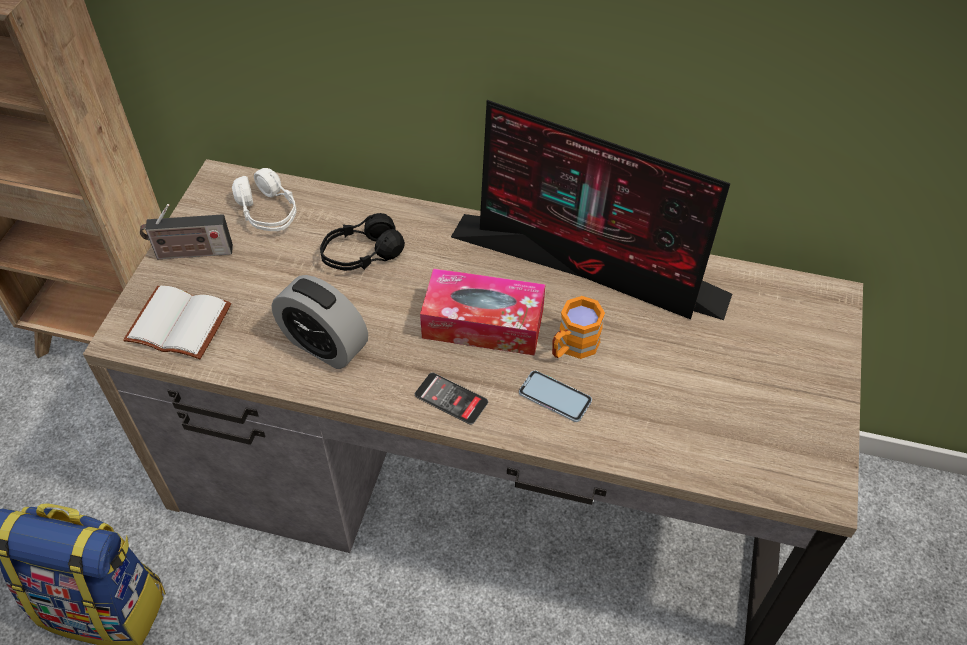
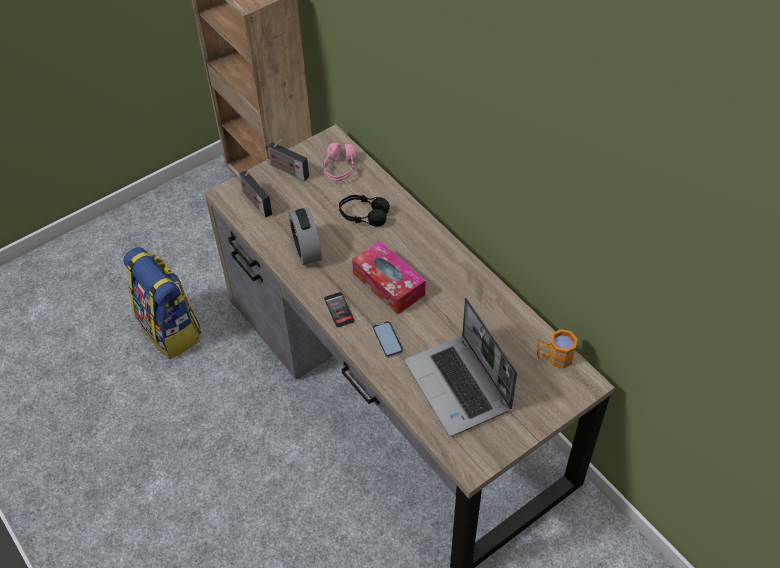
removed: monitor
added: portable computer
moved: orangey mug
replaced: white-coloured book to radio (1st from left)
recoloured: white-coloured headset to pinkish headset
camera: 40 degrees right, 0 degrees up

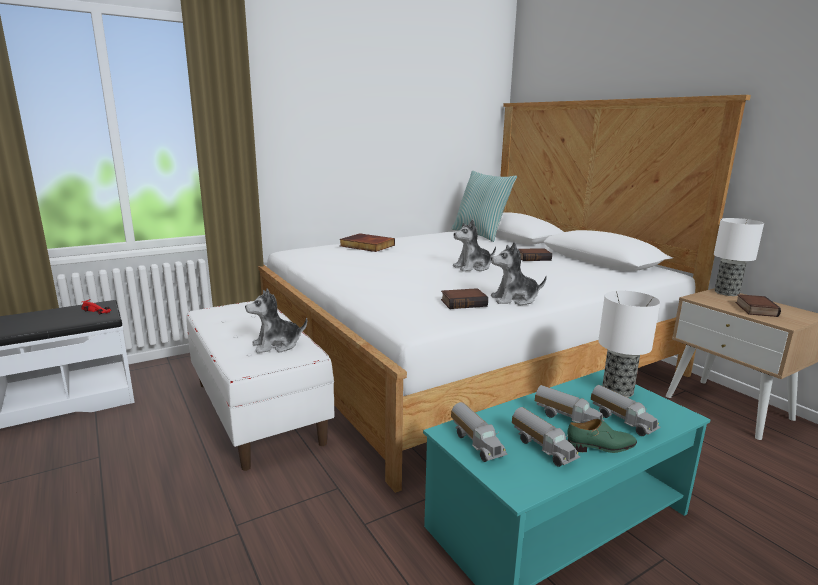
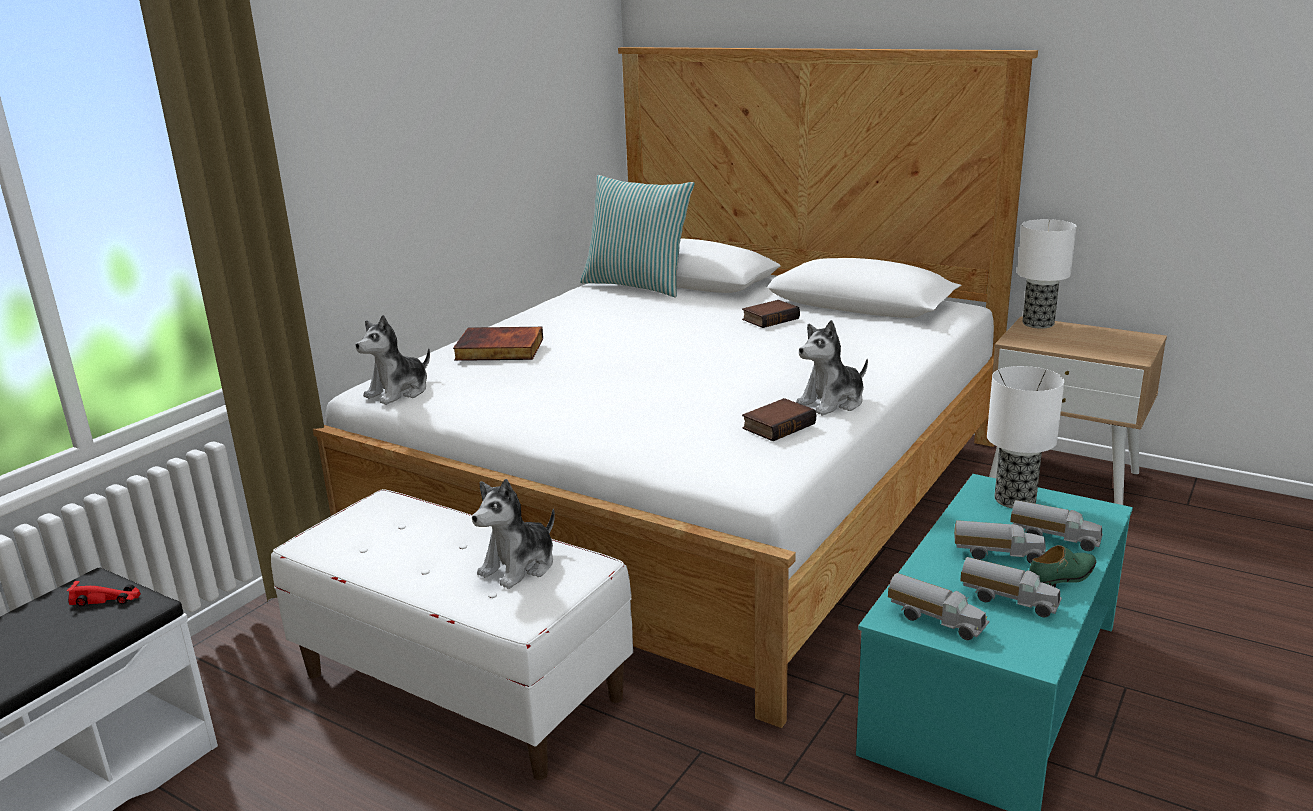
removed: book (4th from left)
moved: cuddly toy (2nd from left in the first image) to cuddly toy (1st from left)
camera: 25 degrees left, 5 degrees up

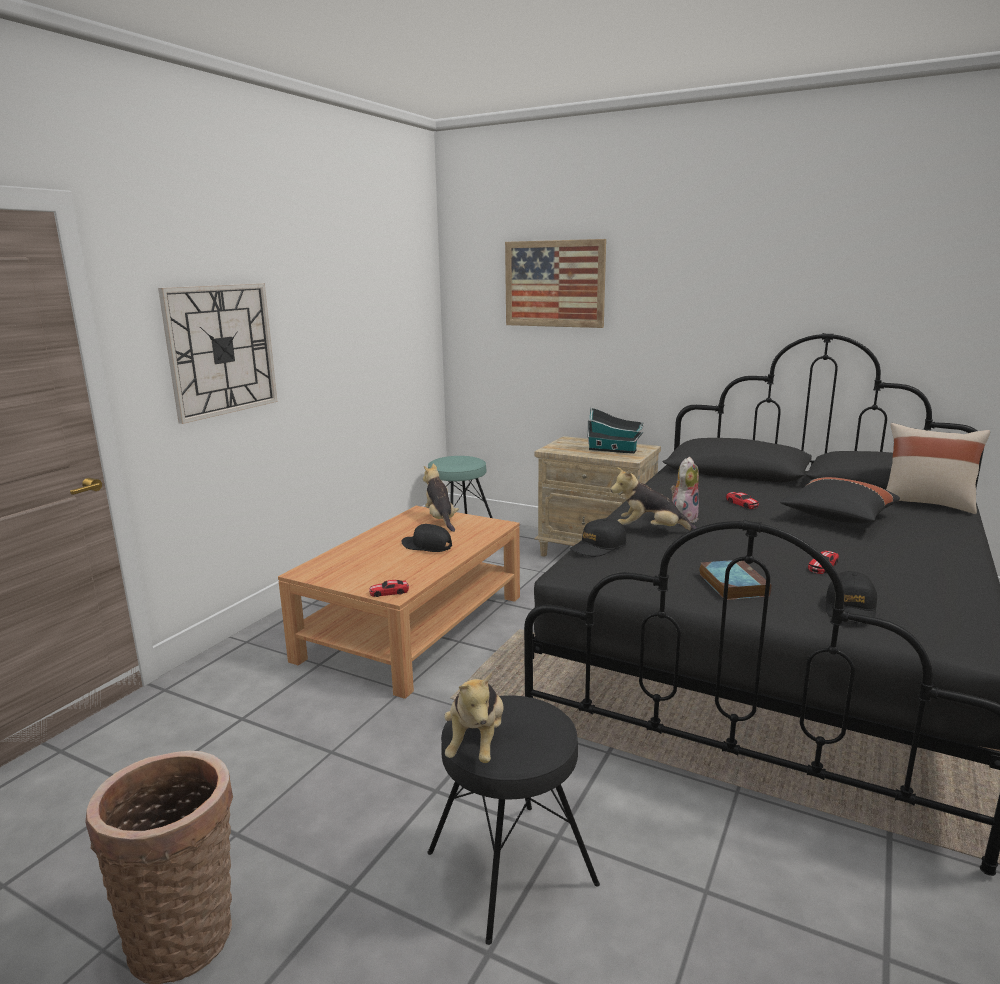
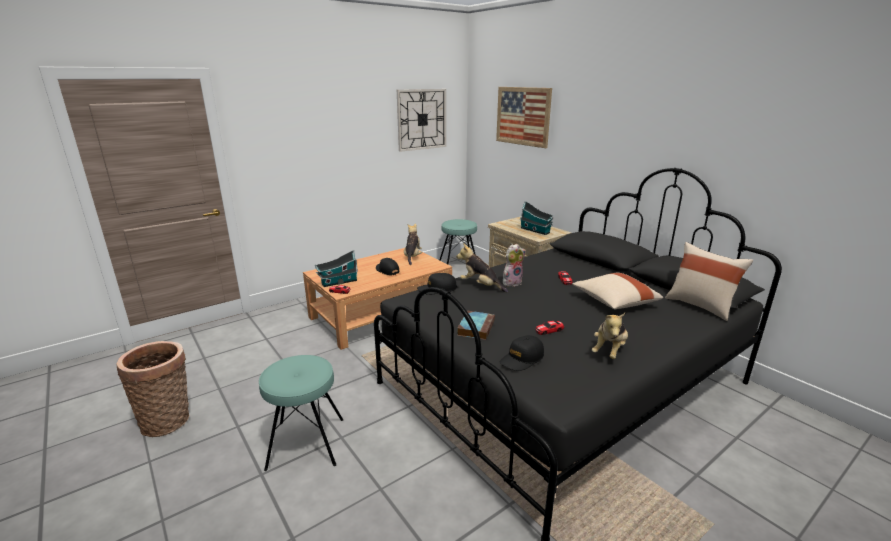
added: toy house (1st from left)
moved: hanging clock; cuddly toy (2nd from left in the first image) to cuddly toy (4th from left)
recoloured: blackish stool to turquoise-coloured stool (1st from left); blackish cushion to sand-coloured cushion (1st from left)
camera: 25 degrees right, 5 degrees up

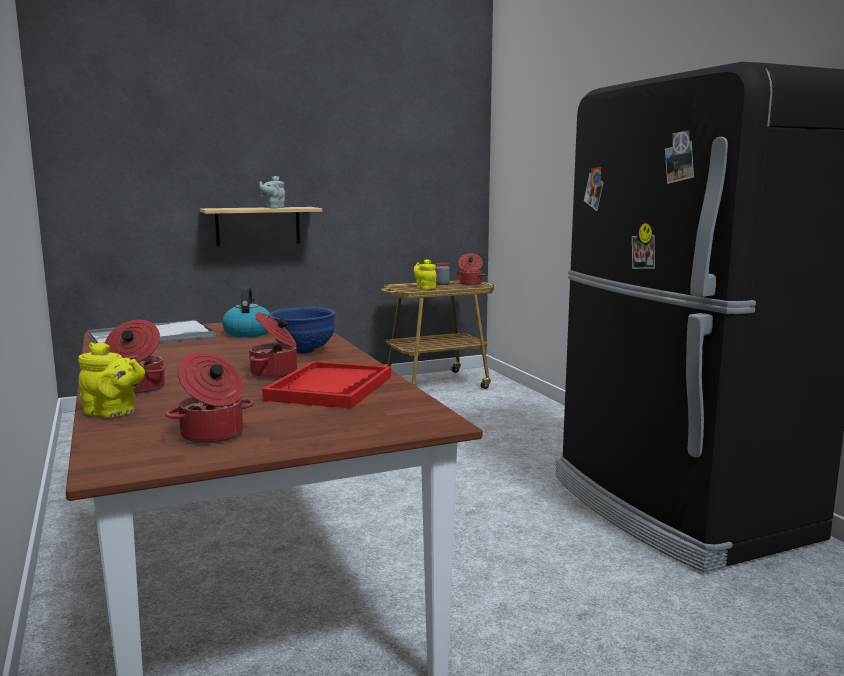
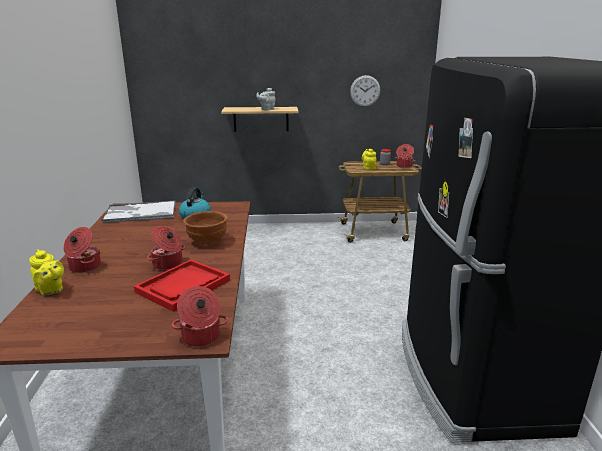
added: hanging clock
moved: saucepot (2nd from left in the first image) to saucepot (3rd from left)
recoloured: blue-coloured serving bowl to brown serving bowl
camera: 20 degrees right, 10 degrees up

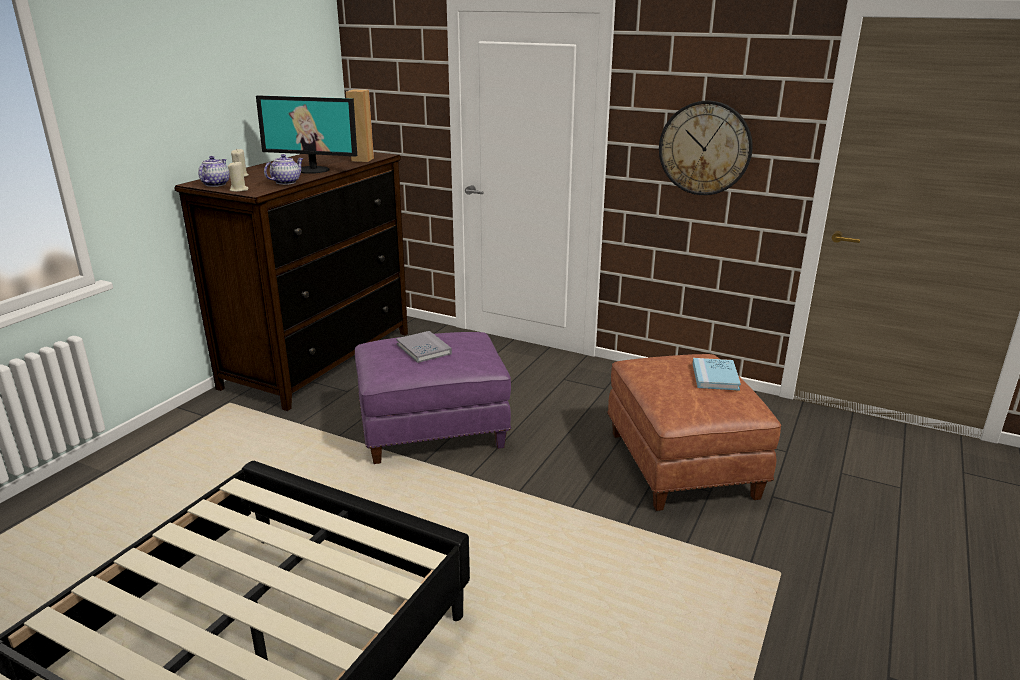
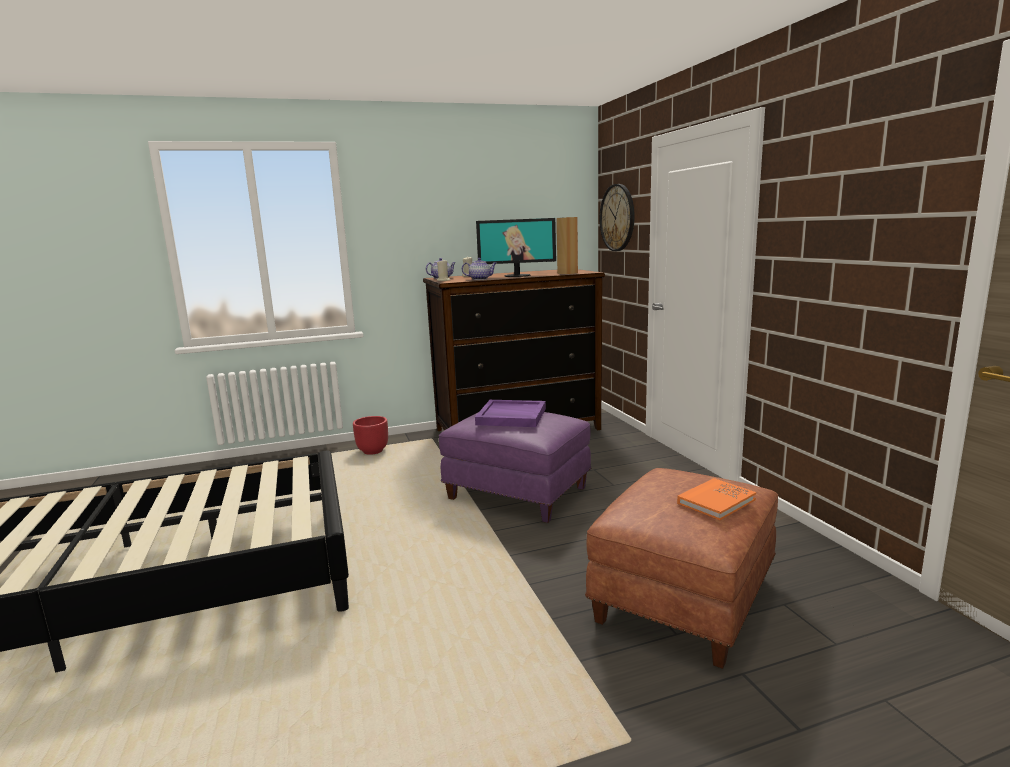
added: red planter
moved: hanging clock
replaced: greyish book to purplish carrying tray
recoloured: blue-coloured book to orangey book
turned: monitor 60 degrees counterclockwise
camera: 45 degrees right, 10 degrees down

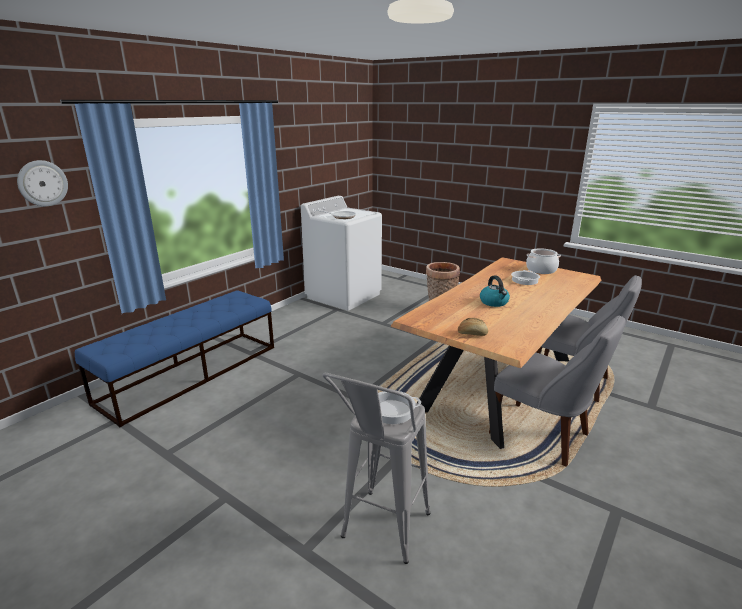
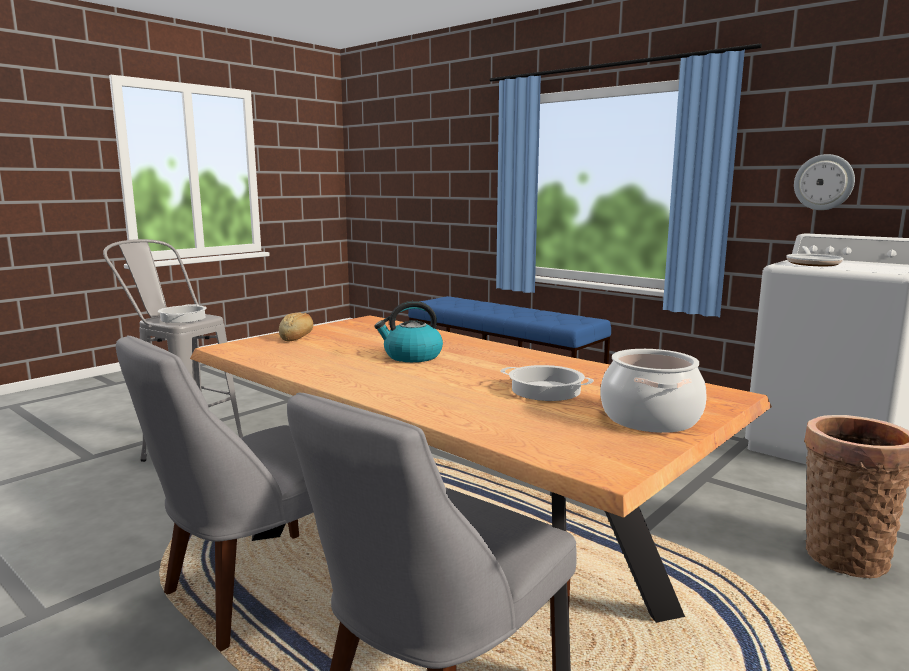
moved: hanging clock
camera: 95 degrees right, 10 degrees down

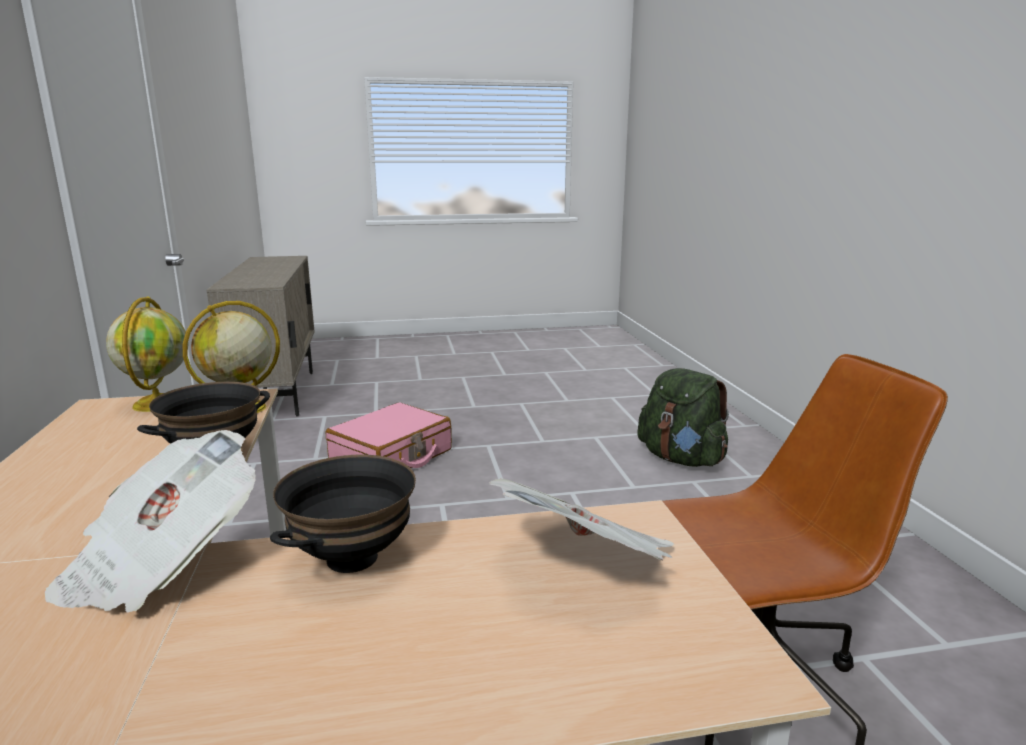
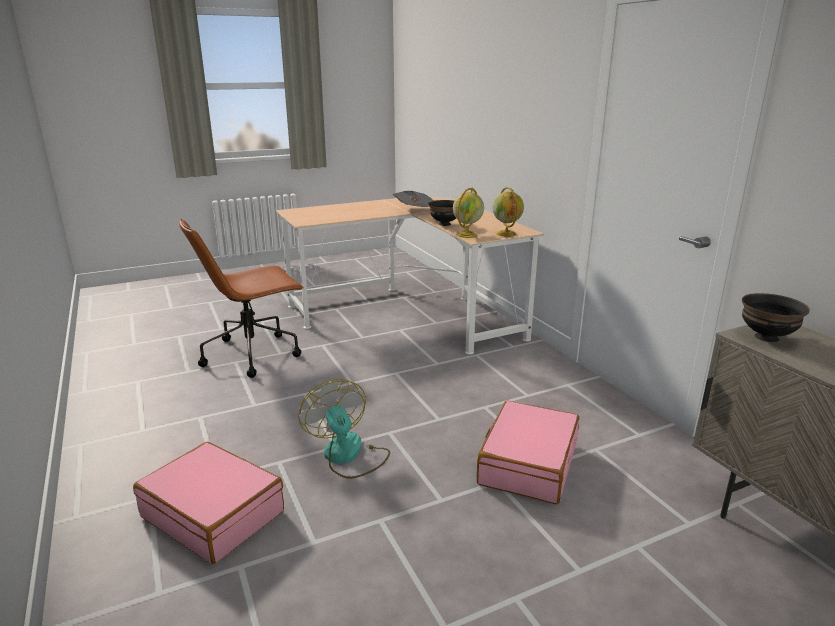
removed: printed paper (2nd from left)
added: cooling fan
moved: blackish serving bowl (2nd from left)
replaced: greenish backpack to pinkish suitcase (1st from left)
camera: 165 degrees right, 5 degrees up

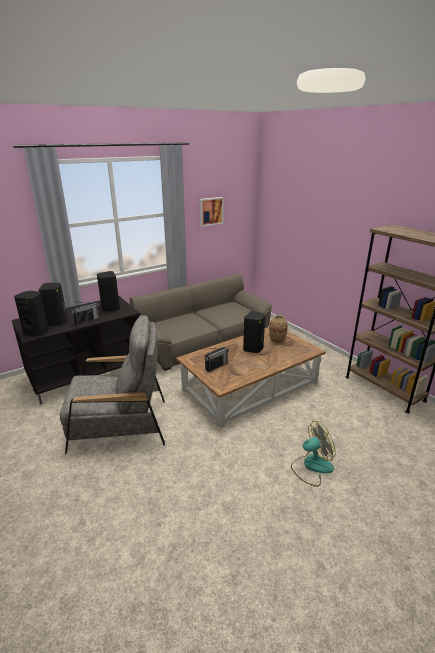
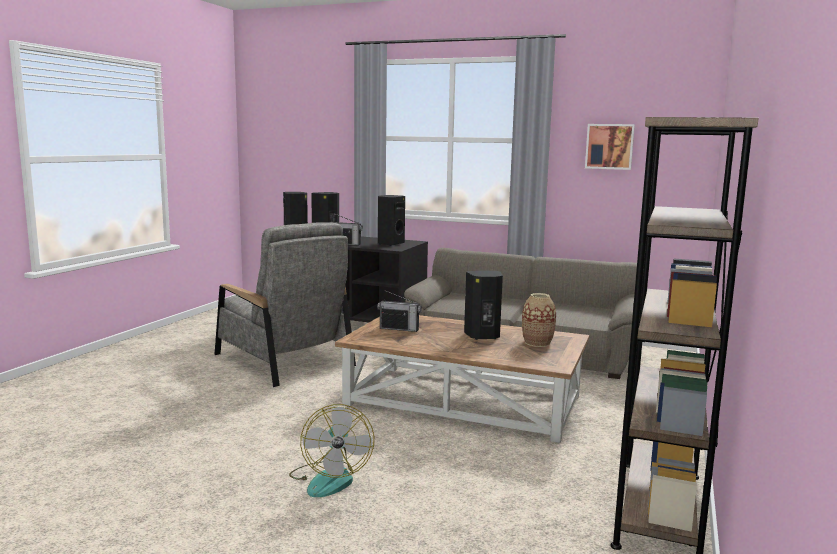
turned: cooling fan 45 degrees clockwise
camera: 55 degrees right, 15 degrees down

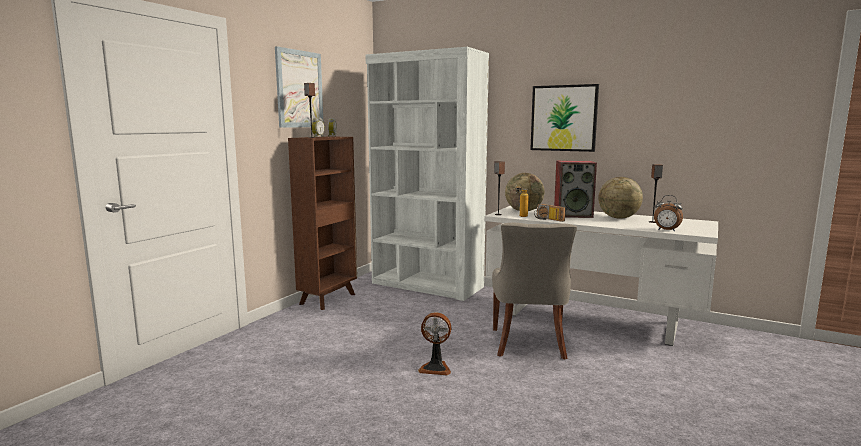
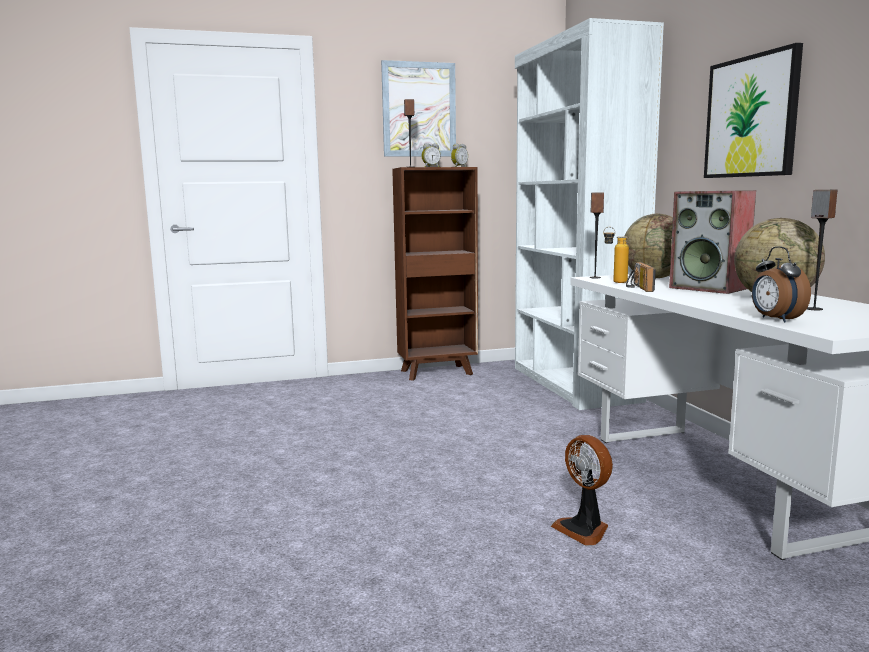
removed: greyish plain chair
moved: cooling fan
camera: 45 degrees right, 0 degrees up

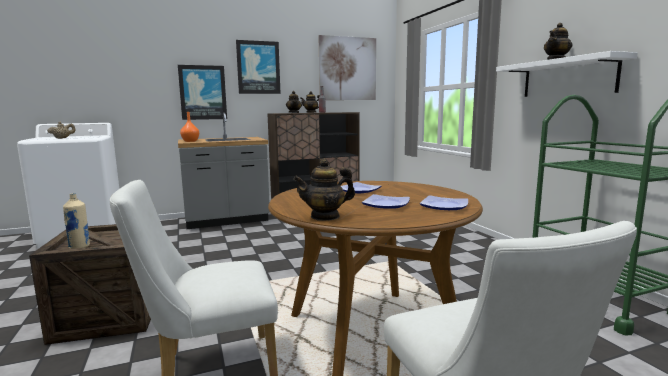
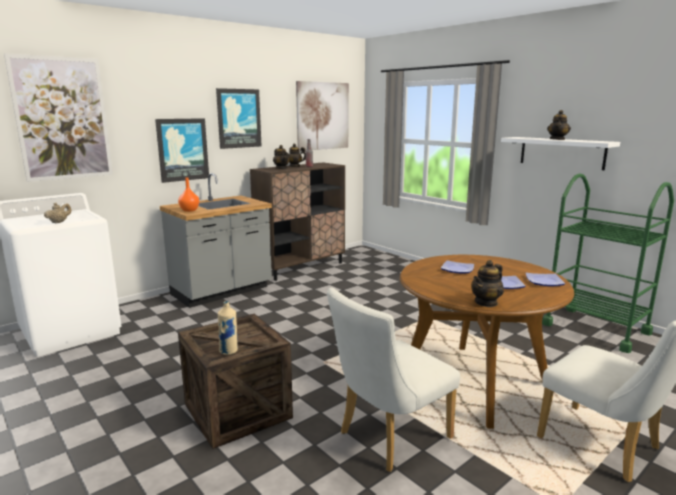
added: picture (1st from left)
camera: 20 degrees left, 5 degrees up

